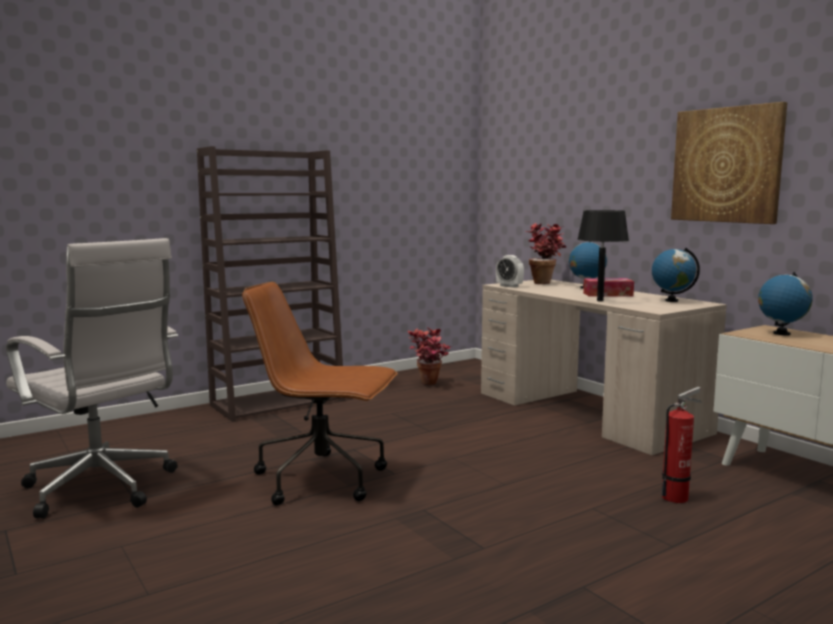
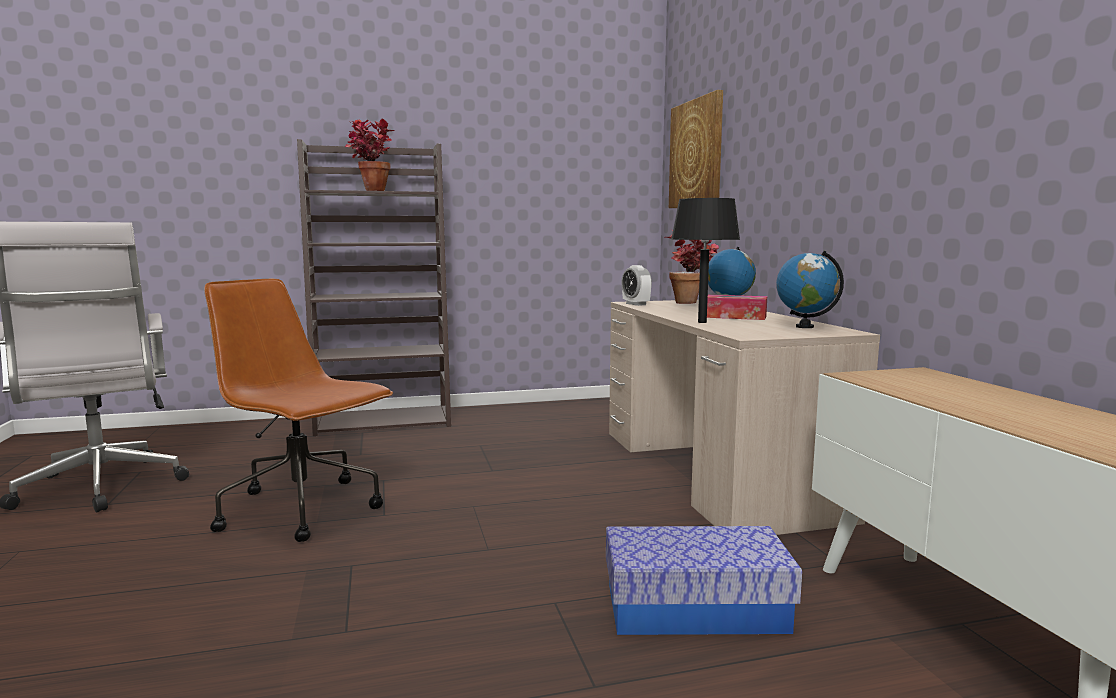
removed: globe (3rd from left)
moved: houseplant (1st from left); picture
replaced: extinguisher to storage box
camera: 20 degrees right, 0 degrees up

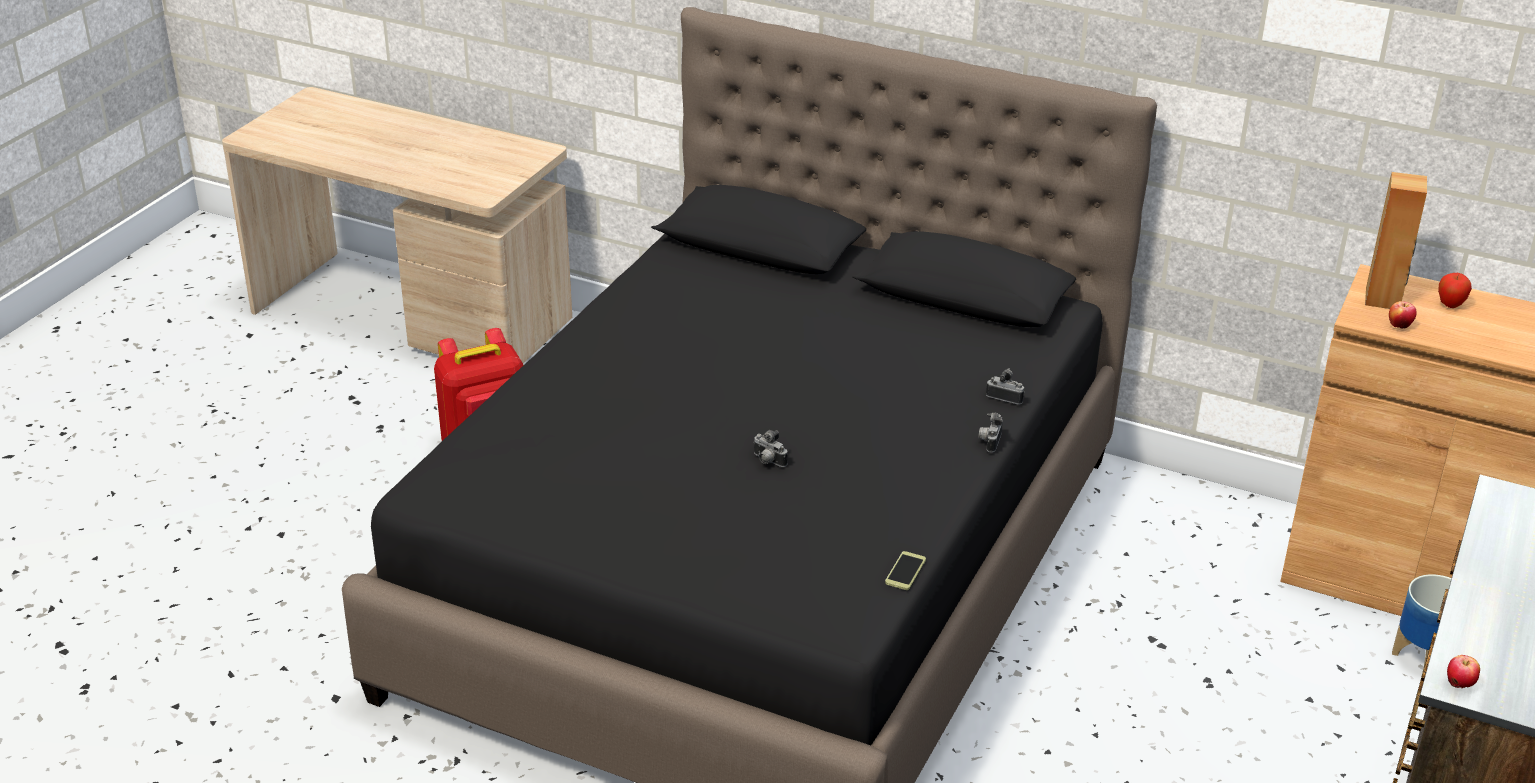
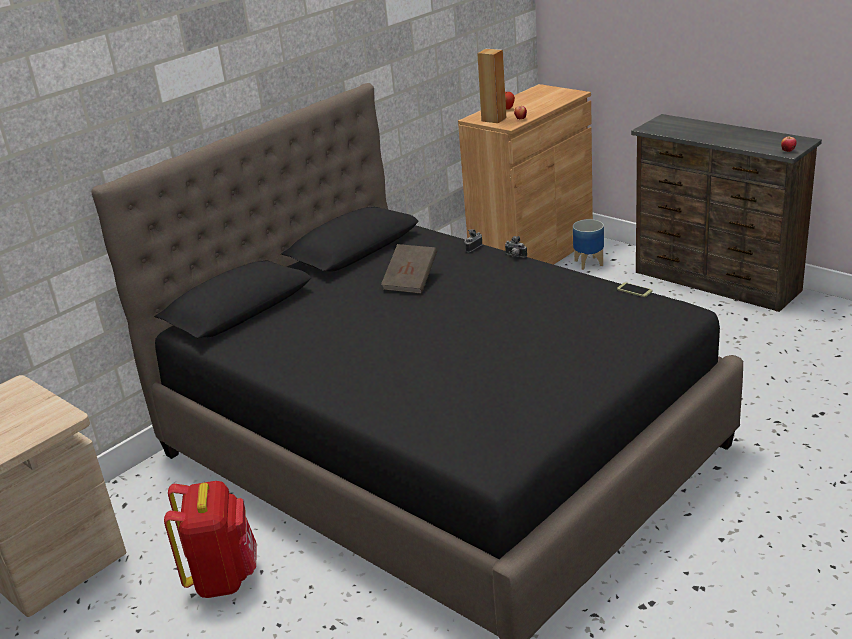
removed: photo camera (1st from left)
added: brown book
camera: 70 degrees left, 5 degrees down

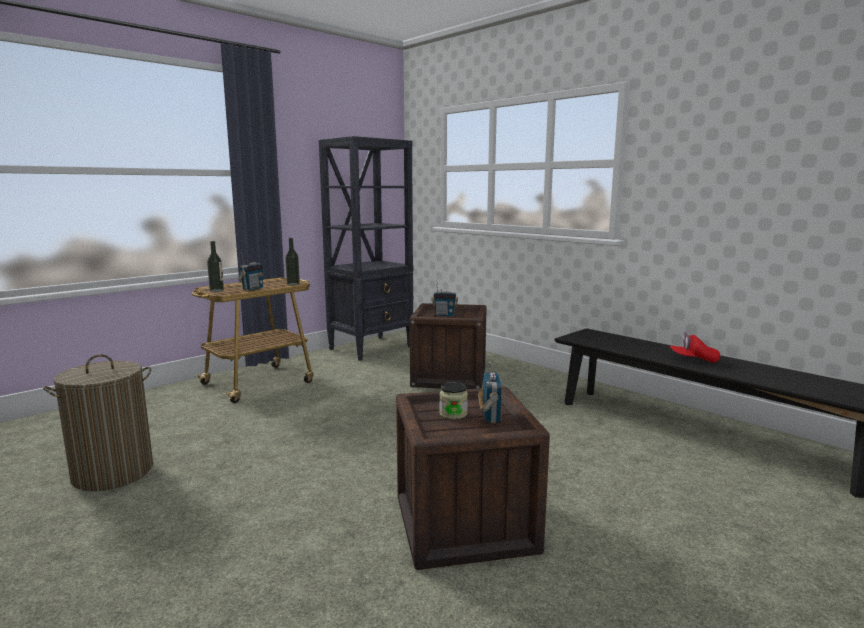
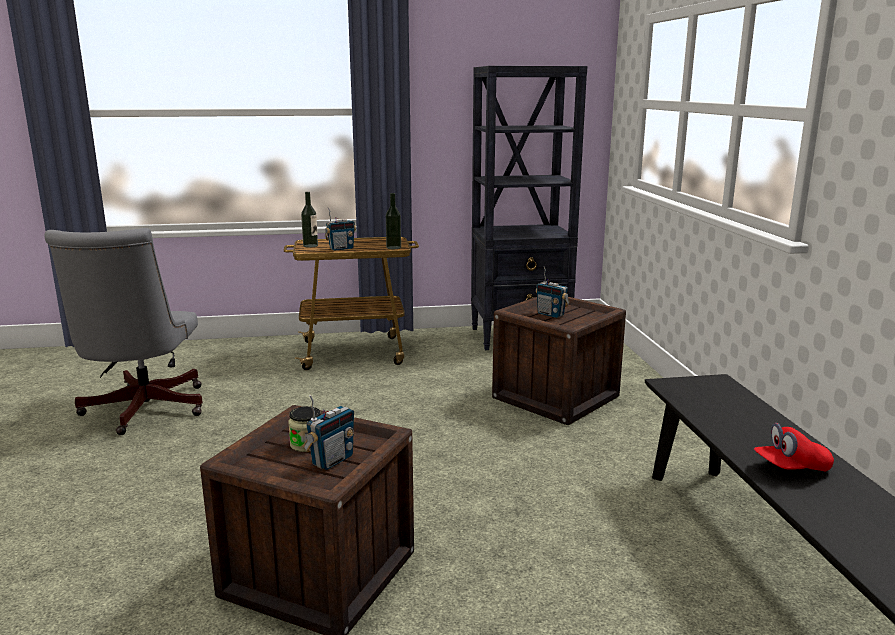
replaced: washing basket to greyish desk chair
turned: red peaked cap 60 degrees counterclockwise
camera: 35 degrees right, 5 degrees up

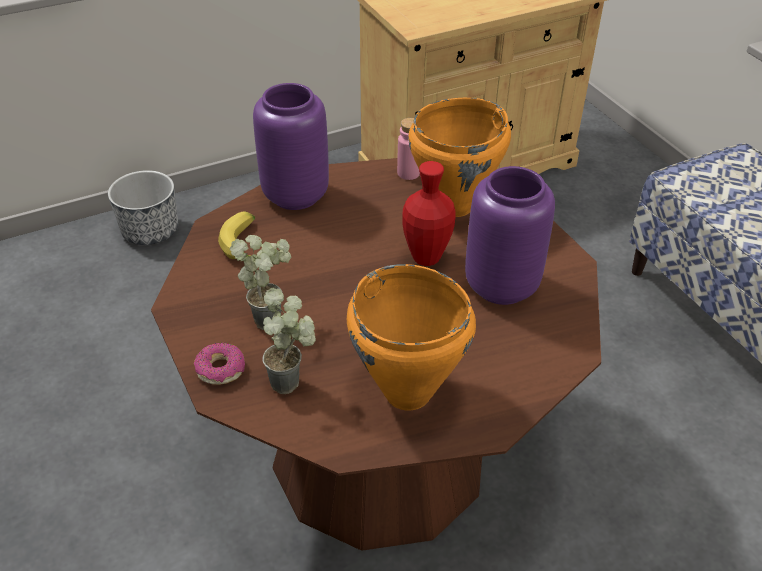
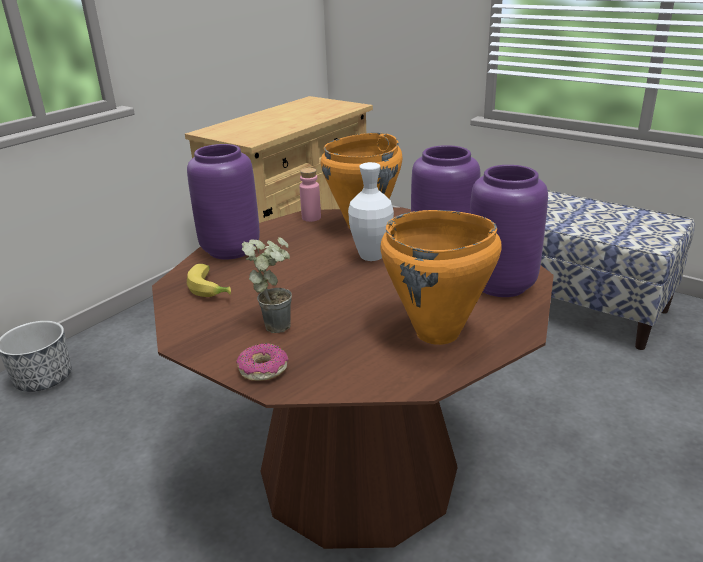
removed: houseplant (2nd from left)
added: purplish vase (3rd from left)
recoloured: red vase to white-coloured vase
camera: 25 degrees left, 15 degrees down

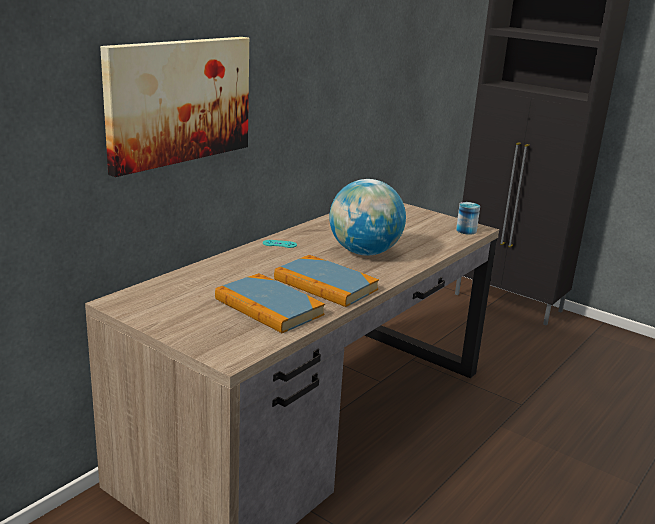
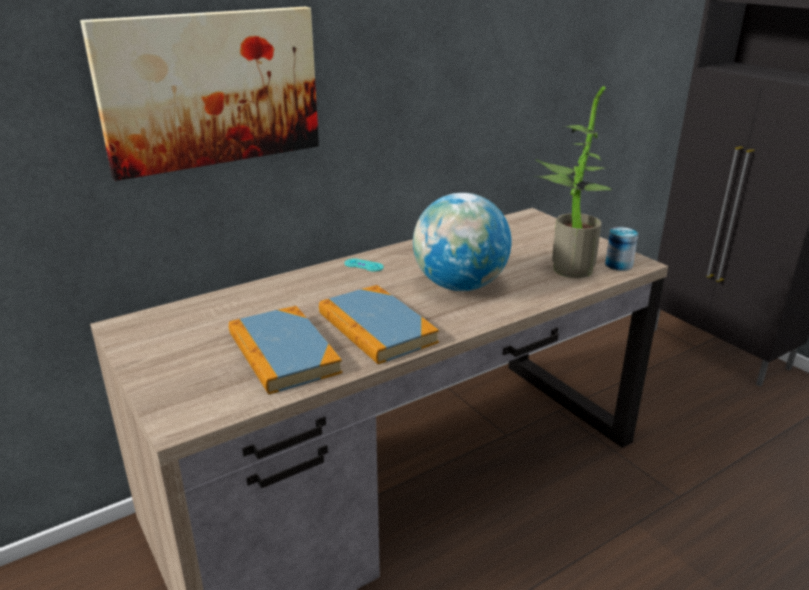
added: houseplant
camera: 20 degrees right, 5 degrees up

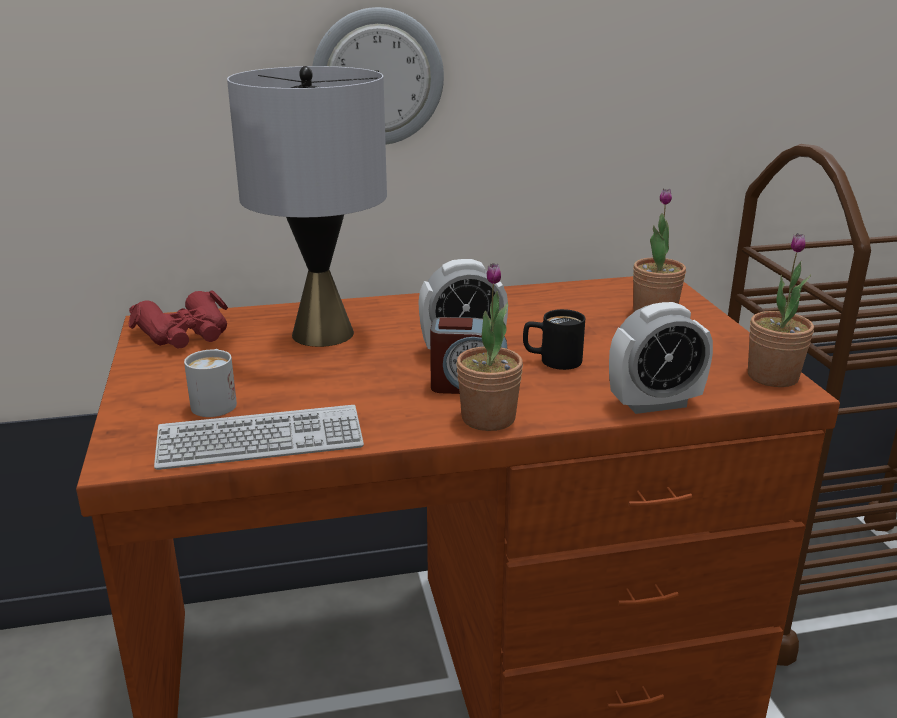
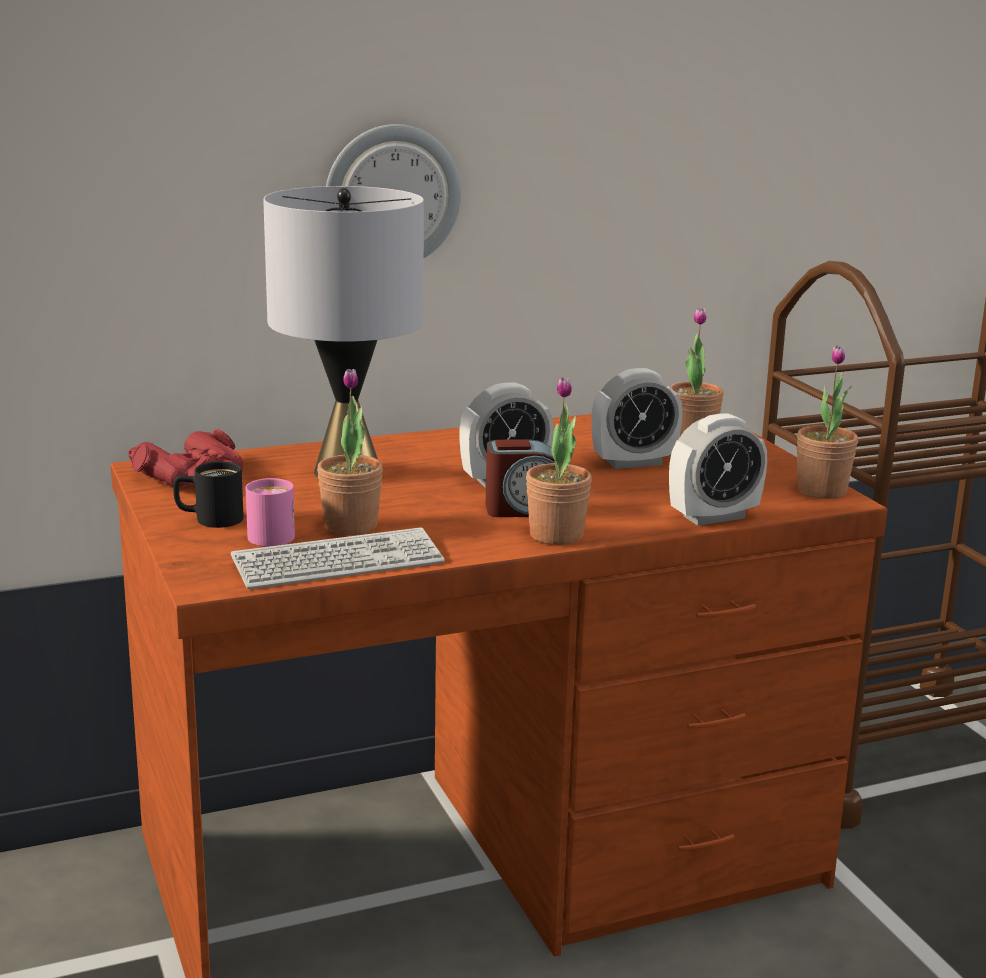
added: houseplant (1st from left); table clock (3rd from left)
moved: blackish mug
recoloured: white-coloured mug to pinkish mug
camera: 10 degrees left, 5 degrees down

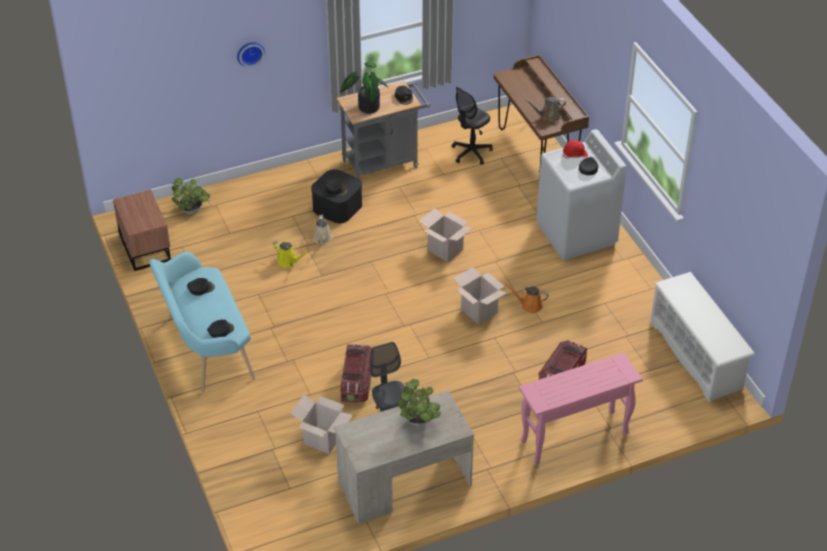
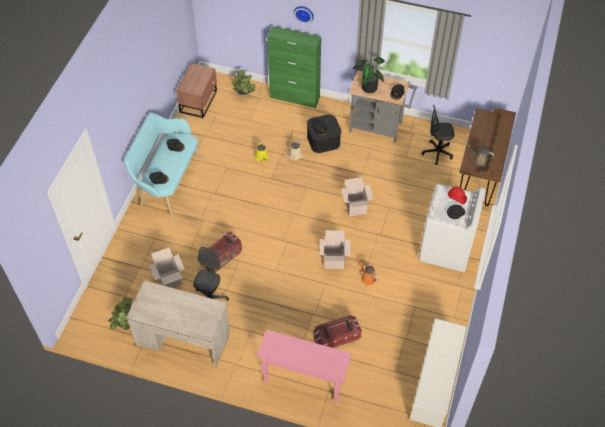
added: greenish cupboard
moved: houseplant (3rd from left in the first image) to houseplant (1st from left)
camera: 40 degrees right, 10 degrees up

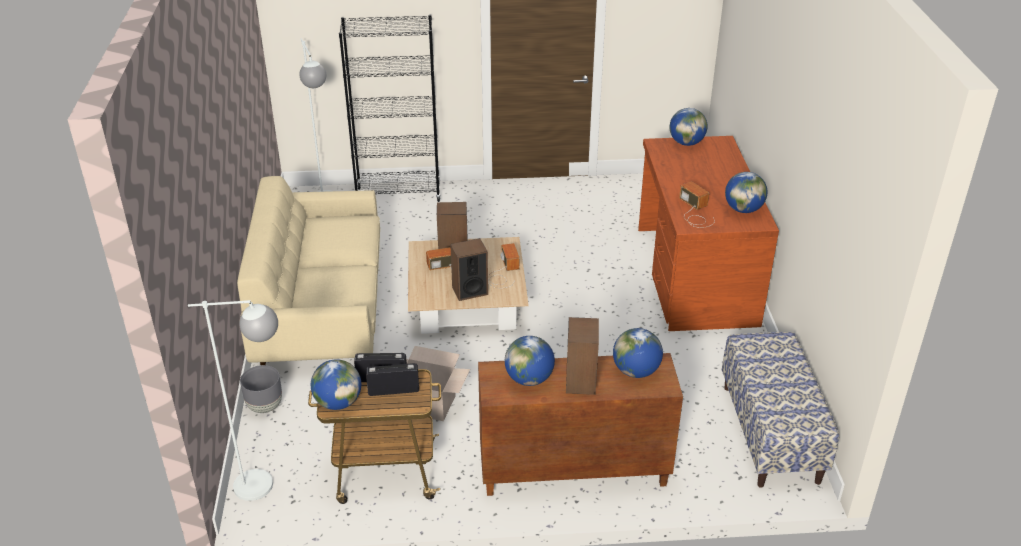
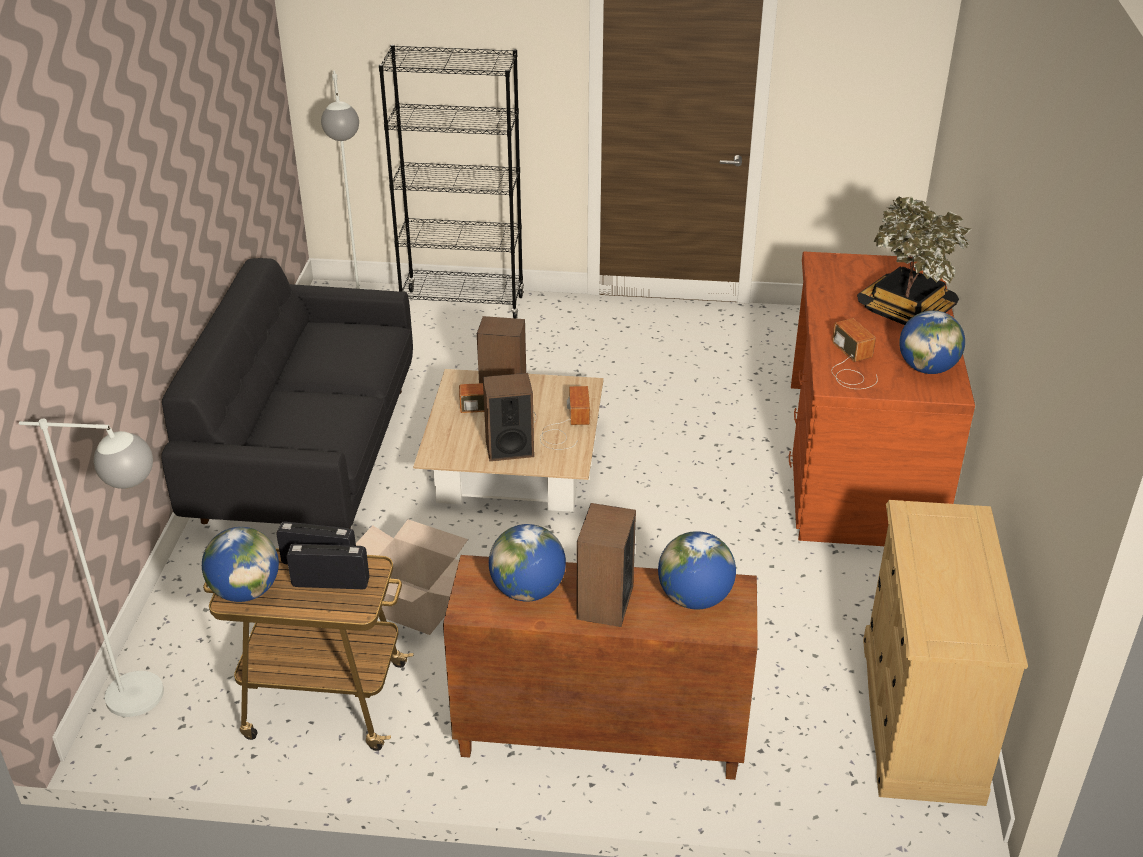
removed: greyish planter; globe (4th from left)
added: houseplant
replaced: long seat to sand-coloured chest of drawers
recoloured: sand-coloured settee to blackish settee
camera: 10 degrees right, 0 degrees up

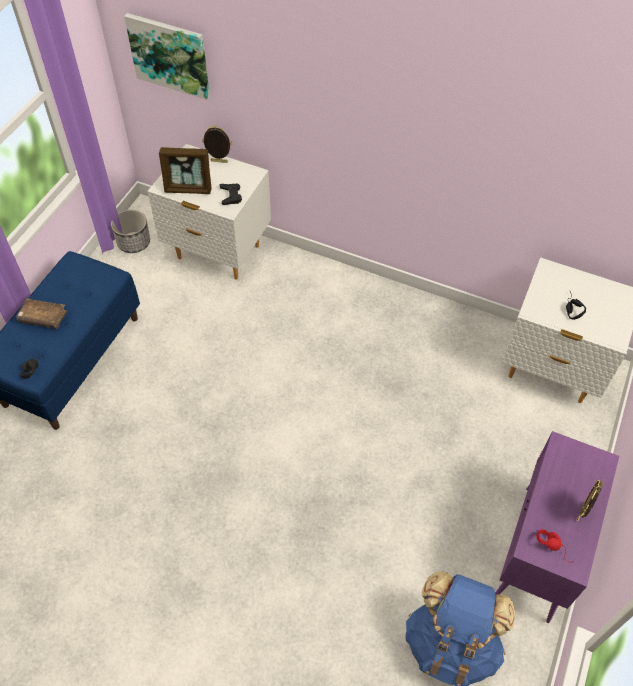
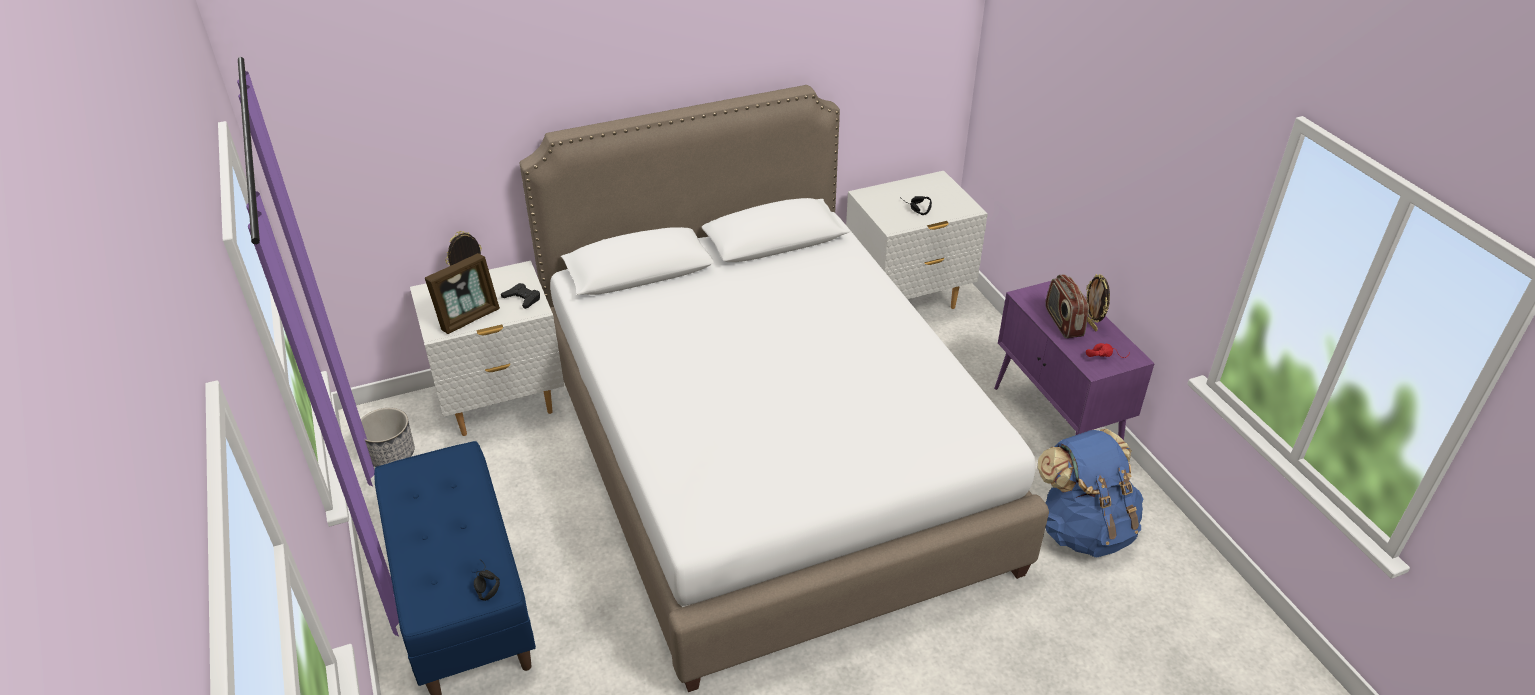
removed: brown book; picture
added: white-coloured bedroom bed; radio
camera: 45 degrees left, 15 degrees down

